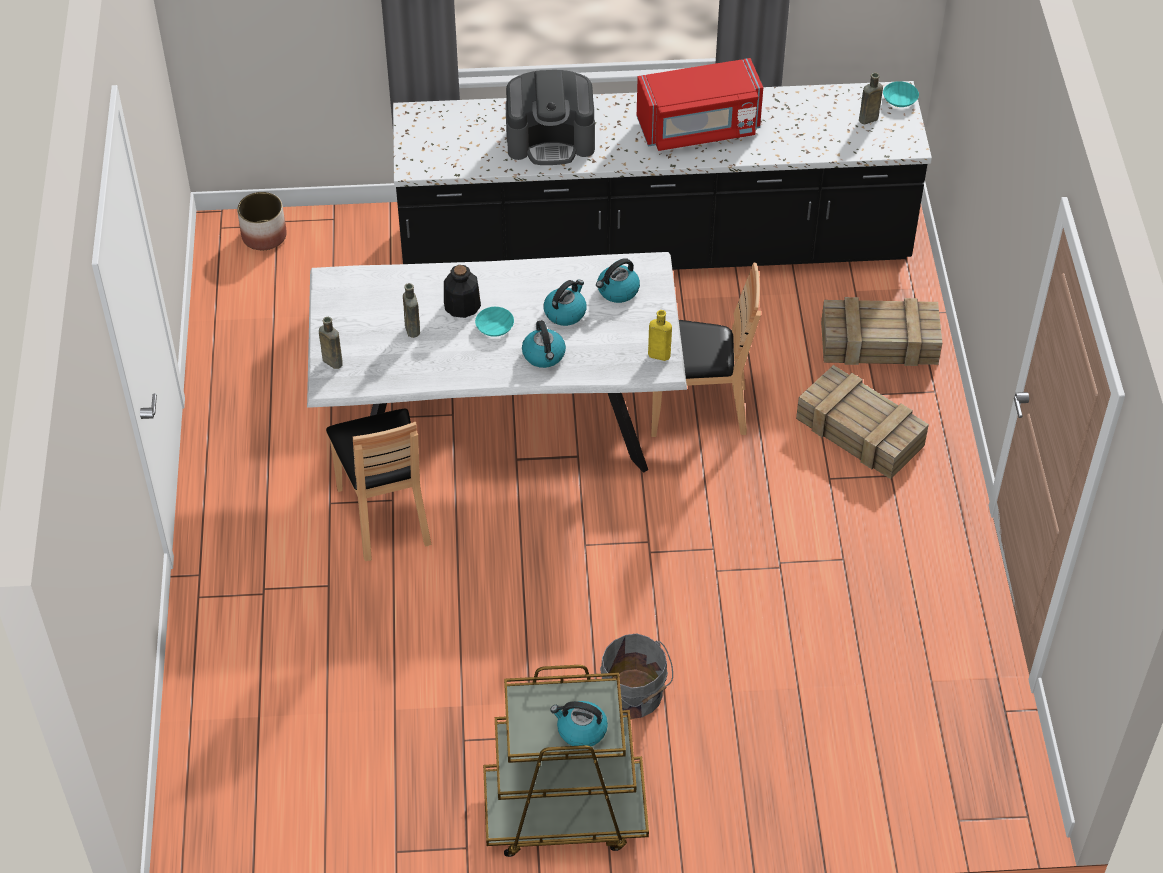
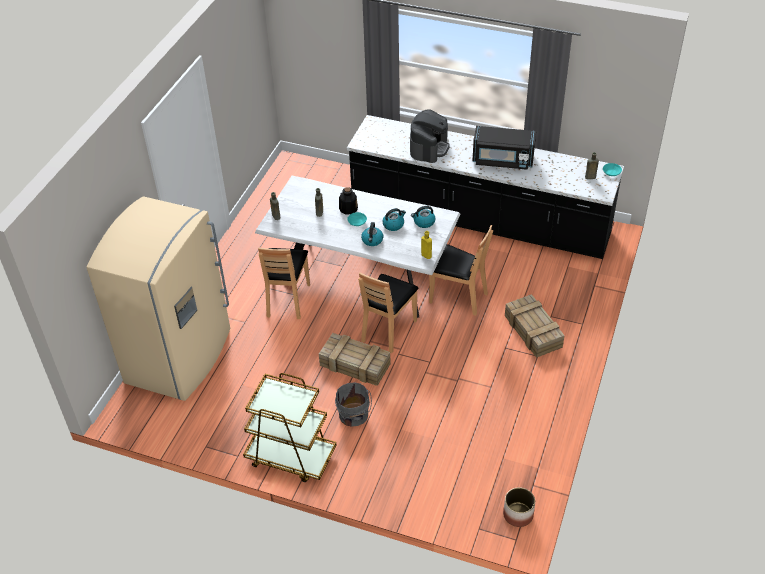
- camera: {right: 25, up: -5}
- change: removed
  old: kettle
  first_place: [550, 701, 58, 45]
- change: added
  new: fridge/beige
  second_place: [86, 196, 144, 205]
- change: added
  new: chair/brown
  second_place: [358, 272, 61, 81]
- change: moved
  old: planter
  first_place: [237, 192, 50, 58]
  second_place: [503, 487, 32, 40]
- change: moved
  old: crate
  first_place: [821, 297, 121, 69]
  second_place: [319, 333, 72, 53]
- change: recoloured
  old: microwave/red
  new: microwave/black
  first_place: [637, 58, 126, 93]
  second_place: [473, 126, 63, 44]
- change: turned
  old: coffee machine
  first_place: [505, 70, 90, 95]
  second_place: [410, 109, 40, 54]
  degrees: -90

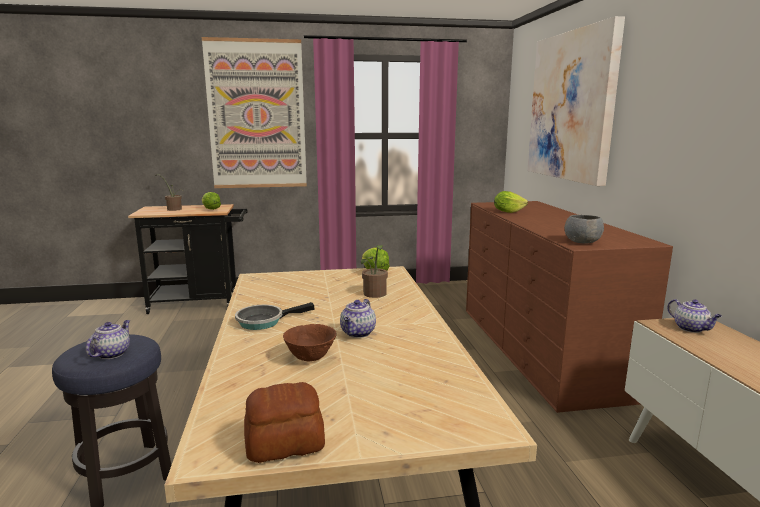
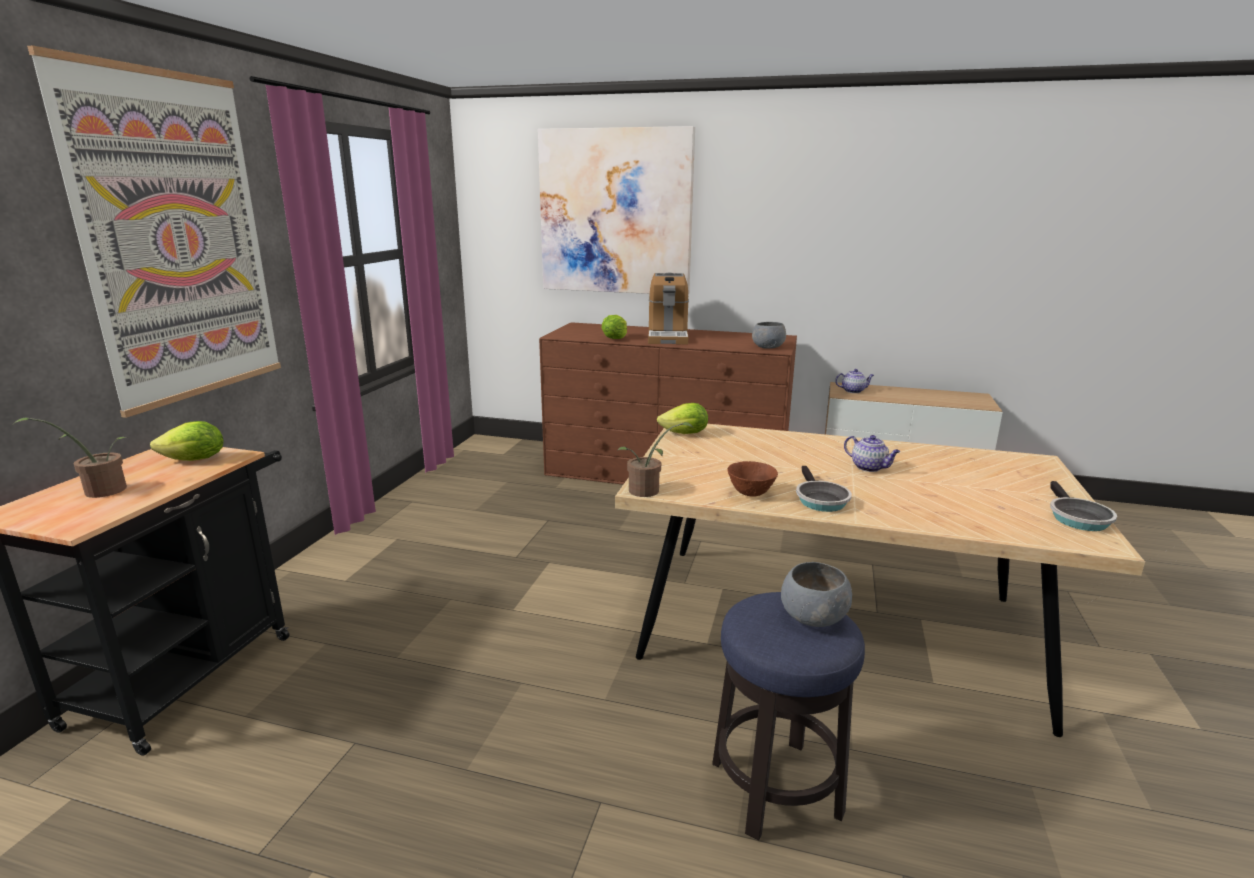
- camera: {right: -65, up: 5}
- change: added
  new: coffee machine
  second_place: [648, 272, 41, 73]
- change: moved
  old: bowl/brown
  first_place: [283, 324, 54, 37]
  second_place: [727, 461, 51, 36]
- change: moved
  old: potted plant
  first_place: [361, 245, 27, 53]
  second_place: [618, 422, 76, 75]
- change: replaced
  old: teapot
  new: bowl/grey
  first_place: [86, 320, 44, 39]
  second_place: [781, 562, 71, 65]
- change: replaced
  old: bread
  new: frying pan
  first_place: [244, 382, 81, 81]
  second_place: [1050, 481, 67, 50]

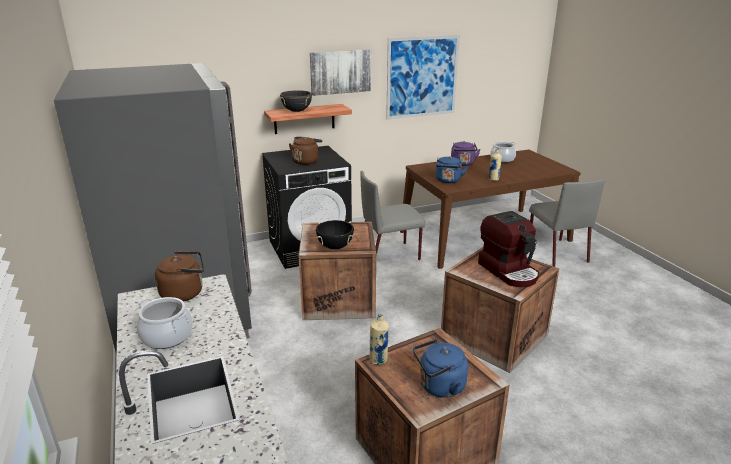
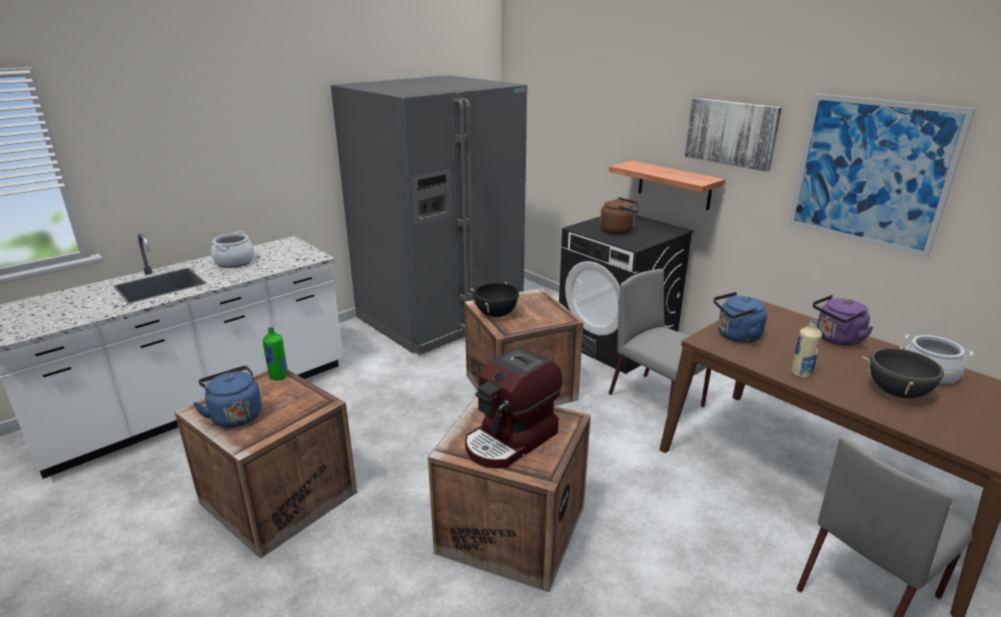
- camera: {right: 70, up: 0}
- change: removed
  old: kettle/brown
  first_place: [155, 251, 49, 51]
- change: moved
  old: cooking pot/black
  first_place: [280, 90, 32, 22]
  second_place: [862, 347, 91, 51]
- change: recoloured
  old: bottle/beige
  new: bottle/green
  first_place: [370, 314, 19, 51]
  second_place: [263, 327, 25, 53]

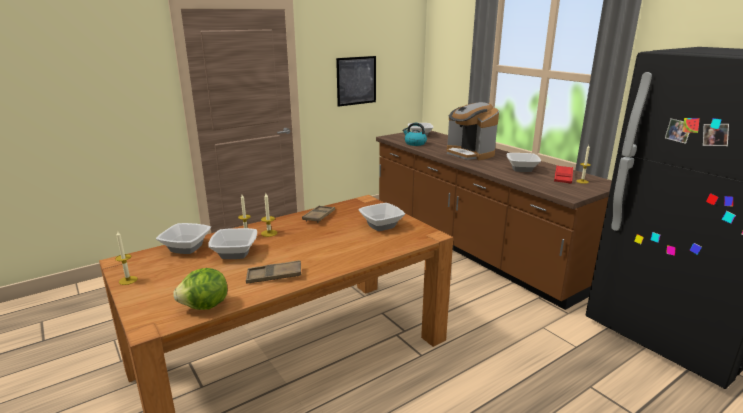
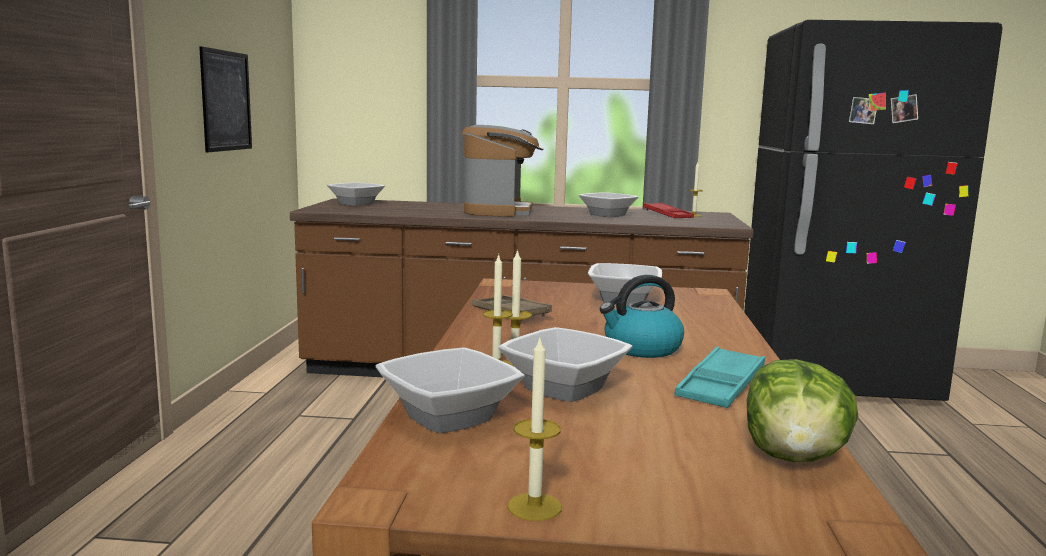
- camera: {right: -50, up: -10}
- change: moved
  old: kettle
  first_place: [402, 123, 25, 23]
  second_place: [600, 275, 84, 83]
- change: recoloured
  old: tray/brown
  new: tray/turquoise
  first_place: [246, 260, 55, 23]
  second_place: [674, 347, 91, 61]
- change: turned
  old: coffee machine
  first_place: [447, 102, 52, 58]
  second_place: [462, 125, 82, 92]
  degrees: -90

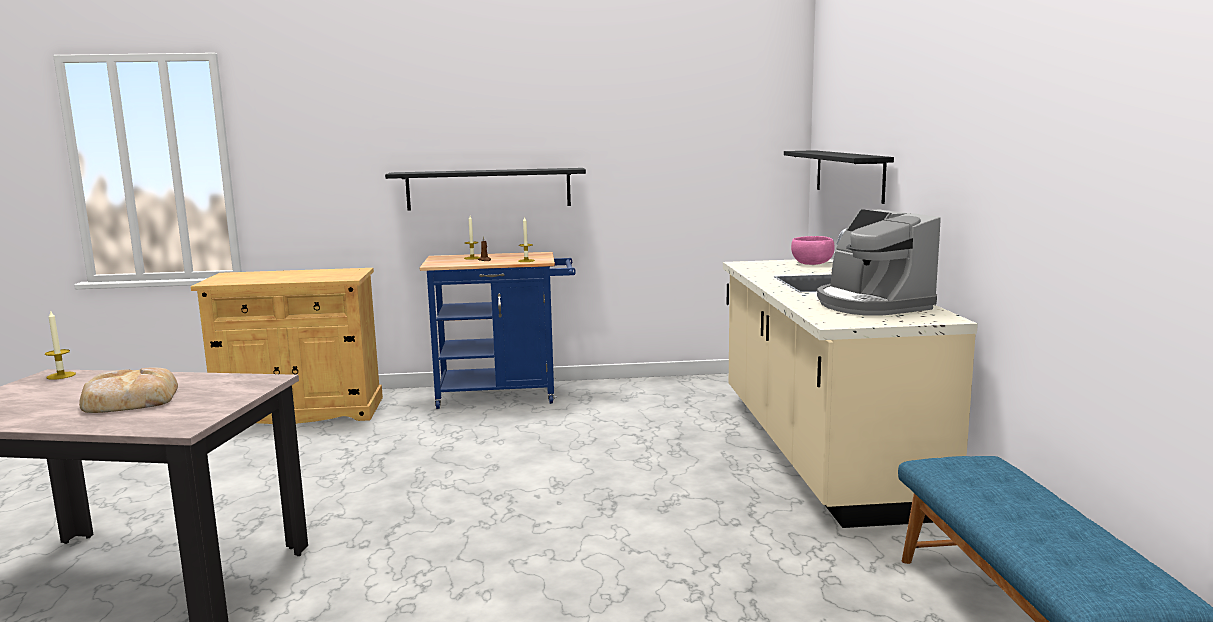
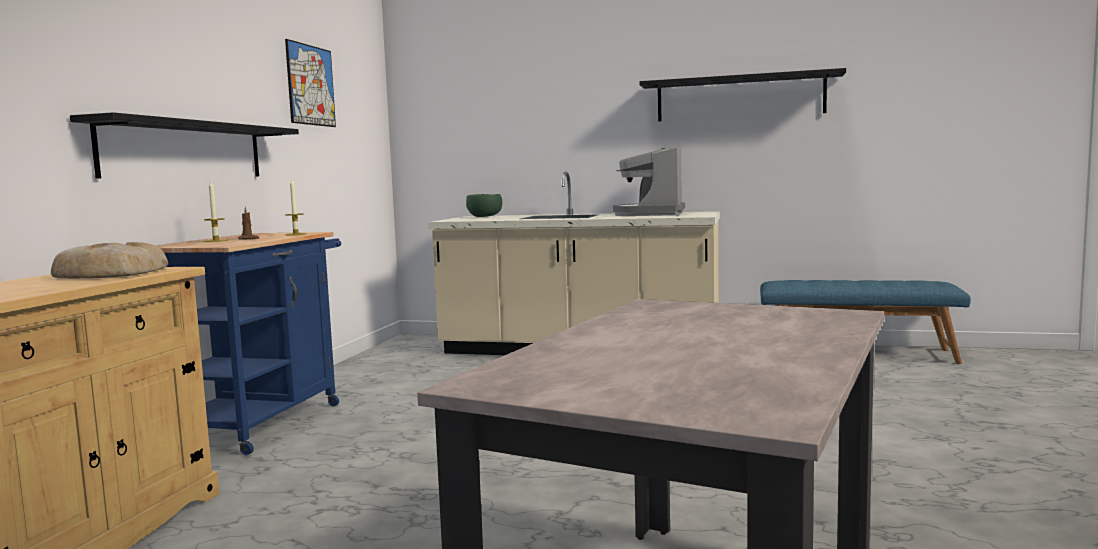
- camera: {right: -70, up: -5}
- change: removed
  old: candle
  first_place: [45, 311, 31, 69]
- change: added
  new: picture
  second_place: [285, 39, 51, 88]
- change: moved
  old: bread
  first_place: [79, 368, 99, 45]
  second_place: [51, 242, 117, 37]
- change: moved
  old: shelf/black
  first_place: [784, 150, 110, 54]
  second_place: [640, 68, 206, 53]
- change: recoloured
  old: bowl/pink
  new: bowl/green
  first_place: [791, 236, 44, 29]
  second_place: [466, 194, 36, 23]
- change: turned
  old: coffee machine
  first_place: [817, 209, 124, 107]
  second_place: [613, 147, 72, 69]
  degrees: 105

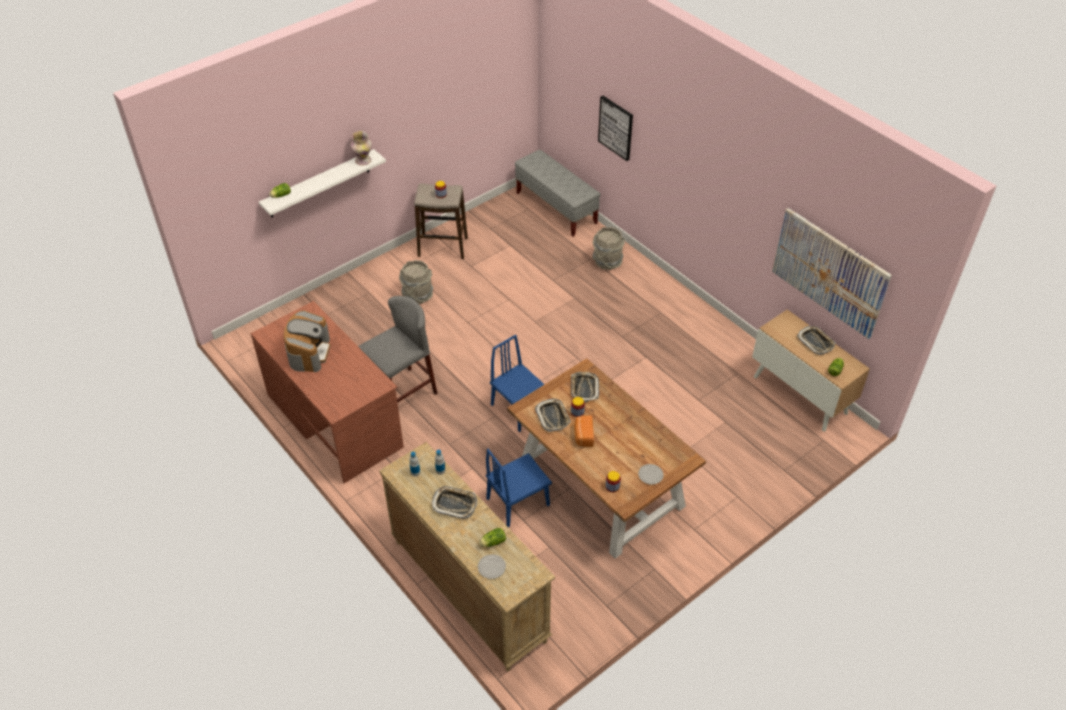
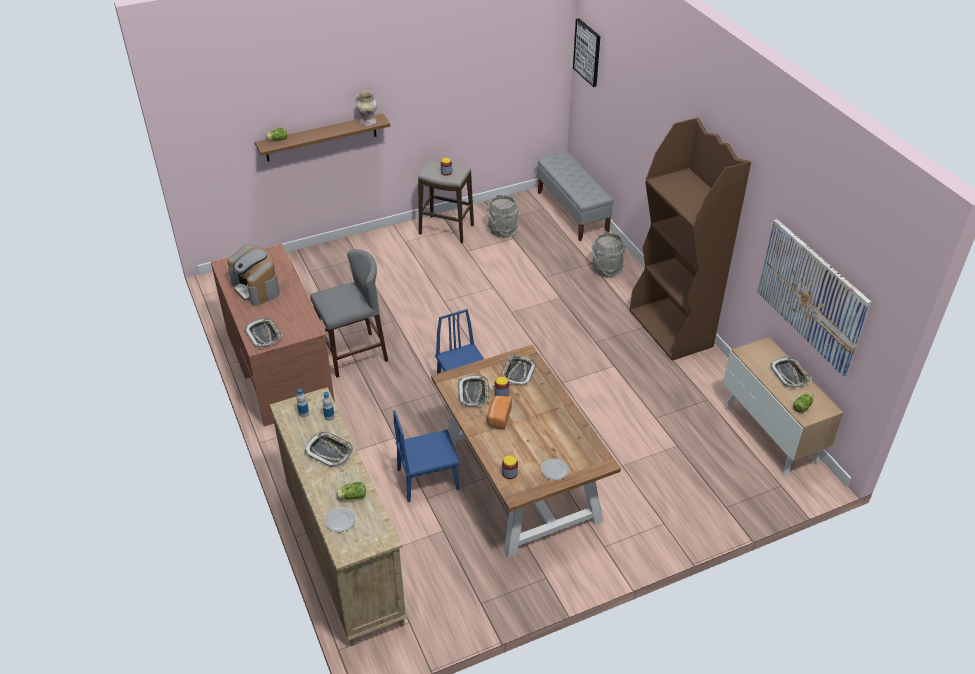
- camera: {right: 15, up: -5}
- change: added
  new: tray
  second_place: [244, 318, 39, 30]
- change: added
  new: bookcase/brown
  second_place: [630, 118, 121, 243]
- change: moved
  old: bucket/grey
  first_place: [399, 260, 34, 44]
  second_place: [487, 194, 32, 44]
- change: moved
  old: picture
  first_place: [598, 96, 35, 65]
  second_place: [573, 18, 27, 69]
- change: recoloured
  old: shelf/white
  new: shelf/brown
  first_place: [259, 149, 127, 69]
  second_place: [255, 114, 135, 47]
- change: turned
  old: coffee machine
  first_place: [284, 310, 46, 62]
  second_place: [227, 245, 53, 61]
  degrees: 120

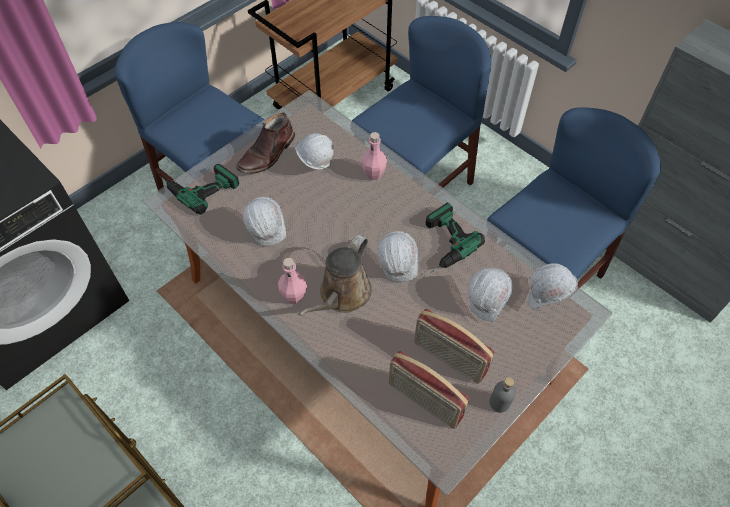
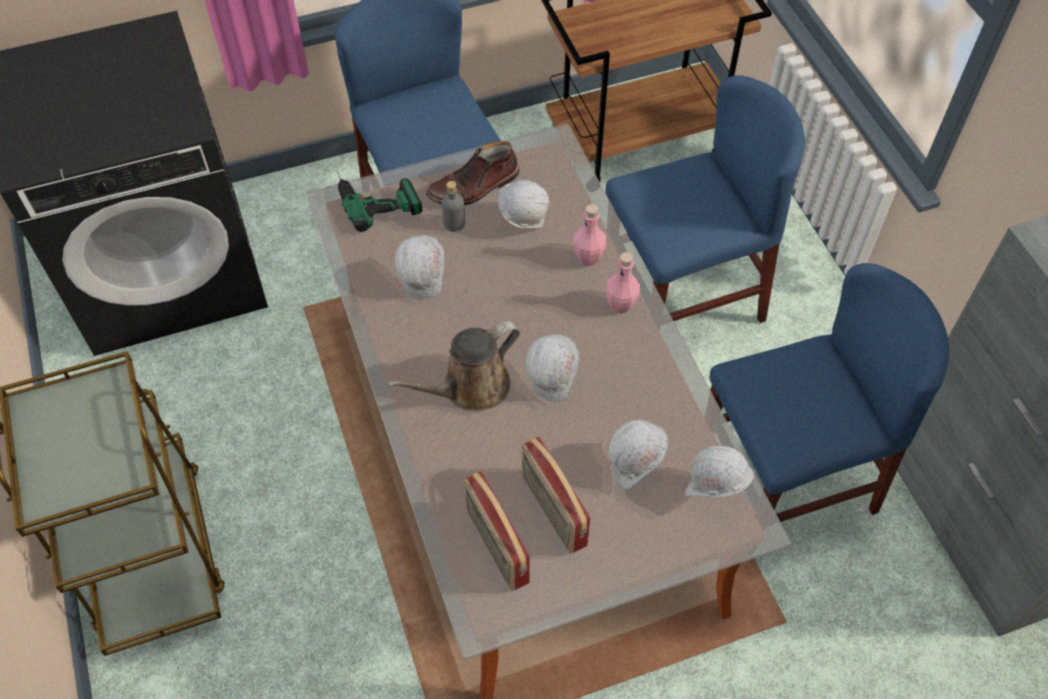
- camera: {right: 25, up: 0}
- change: removed
  old: power drill
  first_place: [426, 203, 59, 70]
- change: moved
  old: bottle/pink
  first_place: [278, 258, 29, 46]
  second_place: [605, 252, 35, 61]
- change: moved
  old: bottle/grey
  first_place: [490, 377, 26, 36]
  second_place: [442, 181, 23, 51]

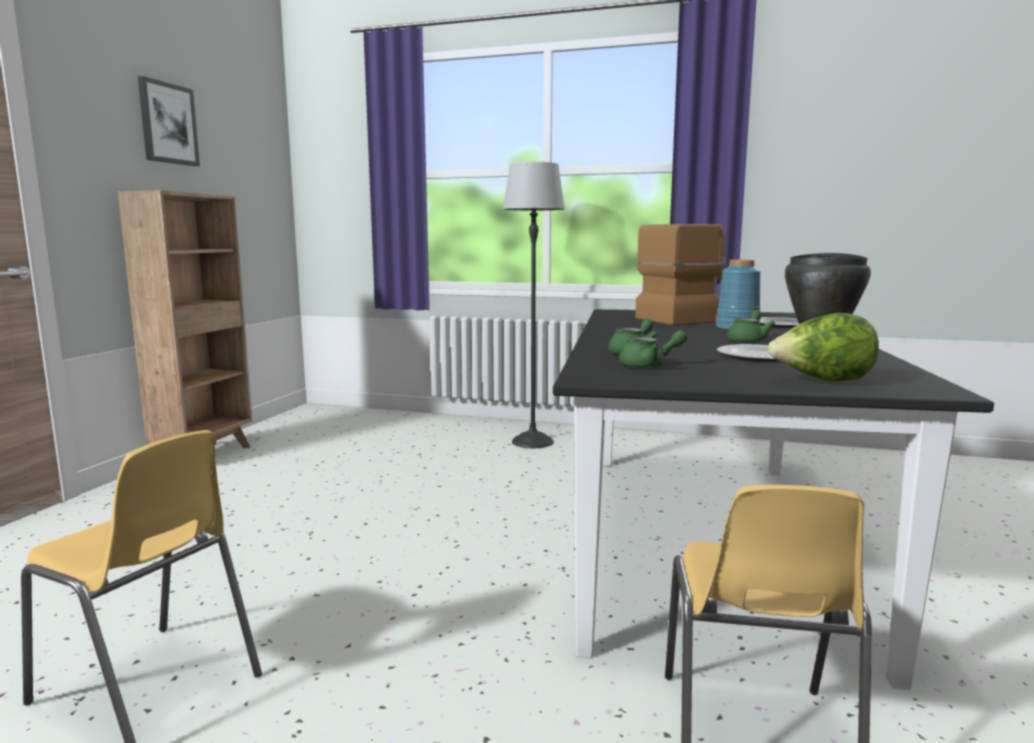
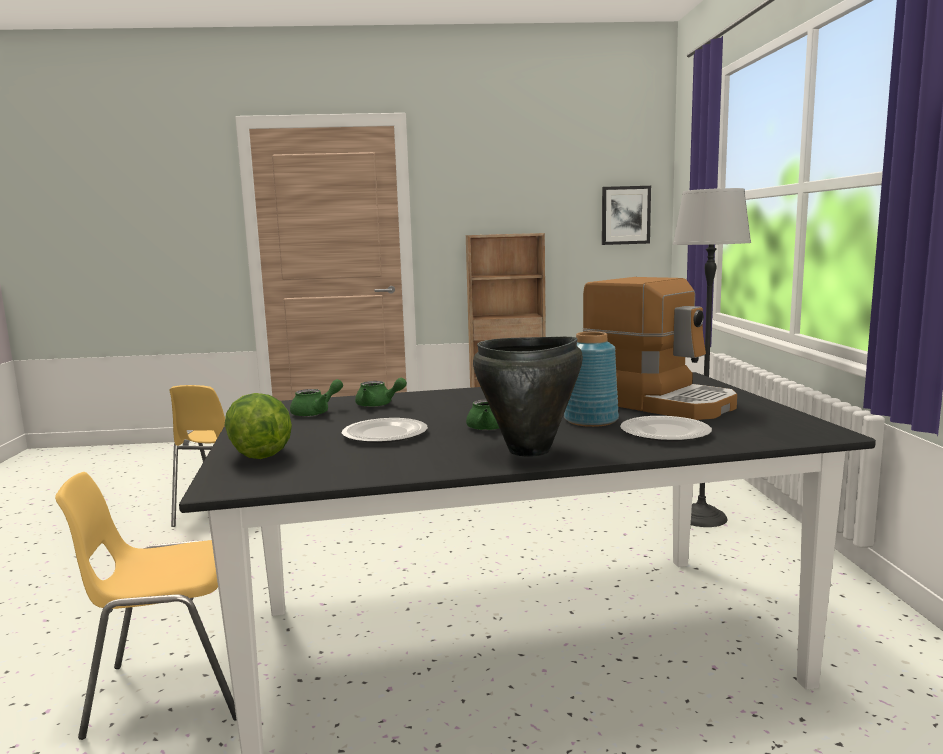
- camera: {right: 70, up: 0}
- change: moved
  old: picture
  first_place: [138, 76, 62, 90]
  second_place: [602, 186, 49, 59]
- change: turned
  old: teapot/green
  first_place: [619, 330, 69, 38]
  second_place: [290, 379, 53, 38]
  degrees: -105

